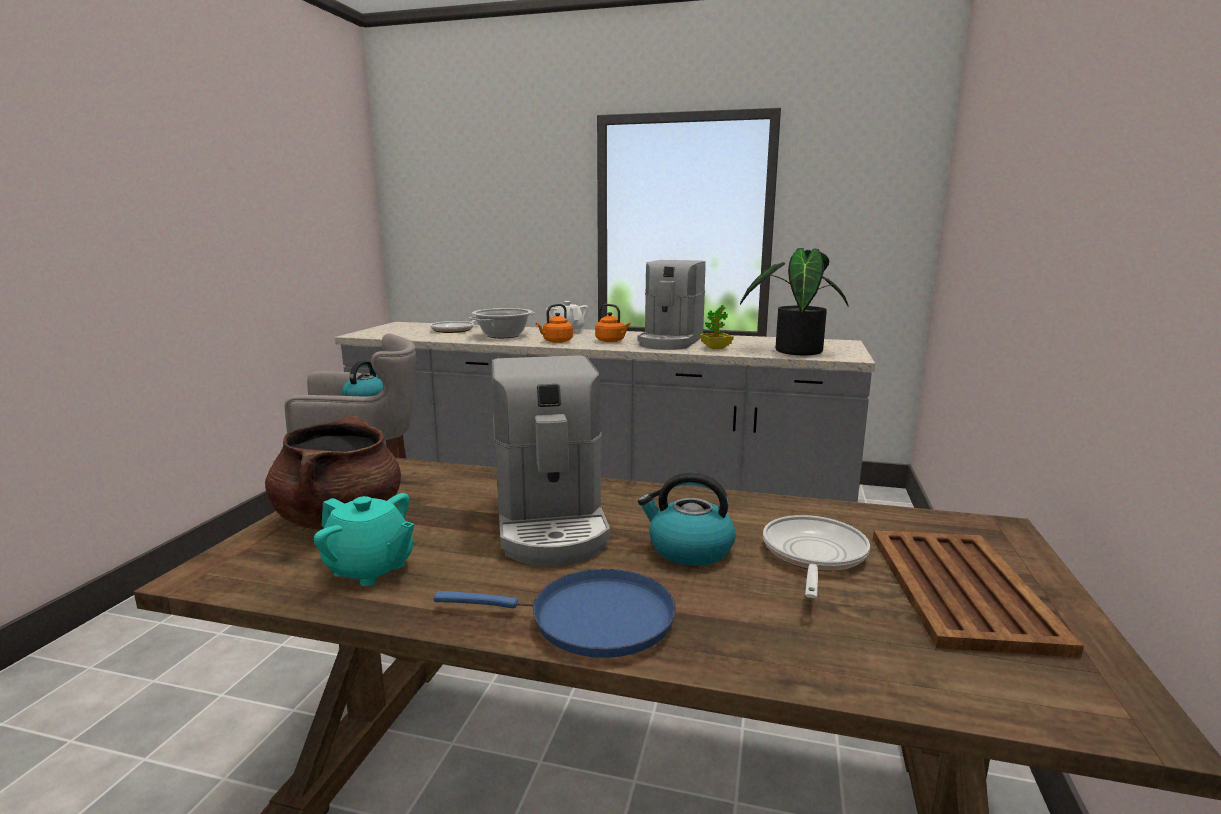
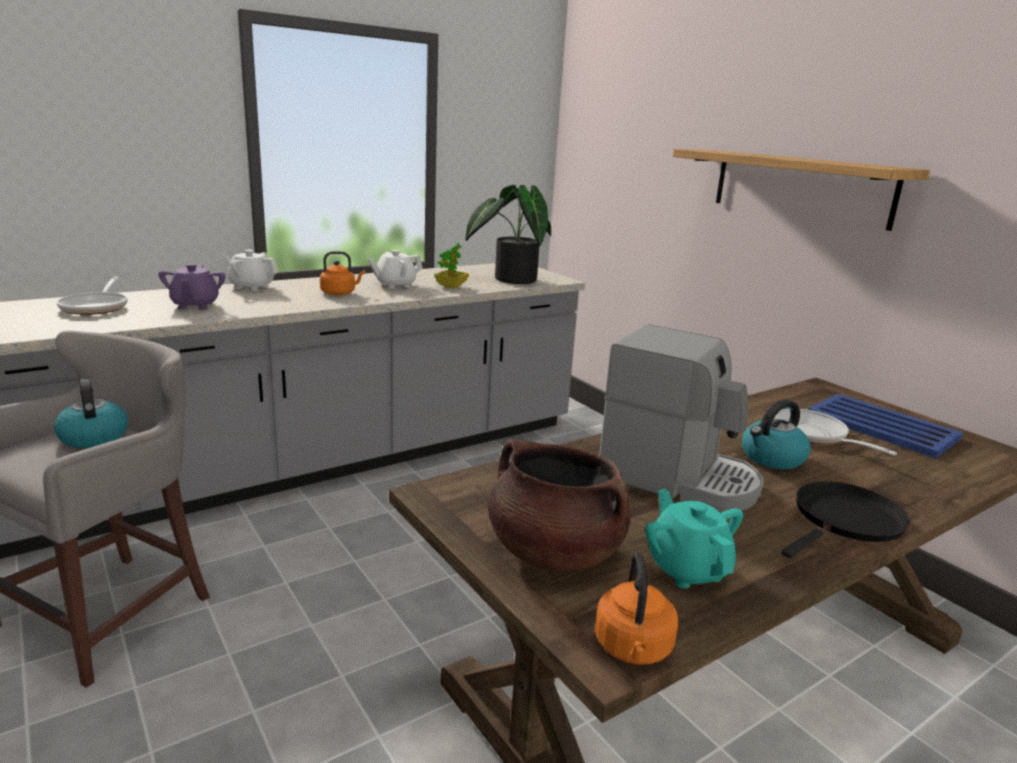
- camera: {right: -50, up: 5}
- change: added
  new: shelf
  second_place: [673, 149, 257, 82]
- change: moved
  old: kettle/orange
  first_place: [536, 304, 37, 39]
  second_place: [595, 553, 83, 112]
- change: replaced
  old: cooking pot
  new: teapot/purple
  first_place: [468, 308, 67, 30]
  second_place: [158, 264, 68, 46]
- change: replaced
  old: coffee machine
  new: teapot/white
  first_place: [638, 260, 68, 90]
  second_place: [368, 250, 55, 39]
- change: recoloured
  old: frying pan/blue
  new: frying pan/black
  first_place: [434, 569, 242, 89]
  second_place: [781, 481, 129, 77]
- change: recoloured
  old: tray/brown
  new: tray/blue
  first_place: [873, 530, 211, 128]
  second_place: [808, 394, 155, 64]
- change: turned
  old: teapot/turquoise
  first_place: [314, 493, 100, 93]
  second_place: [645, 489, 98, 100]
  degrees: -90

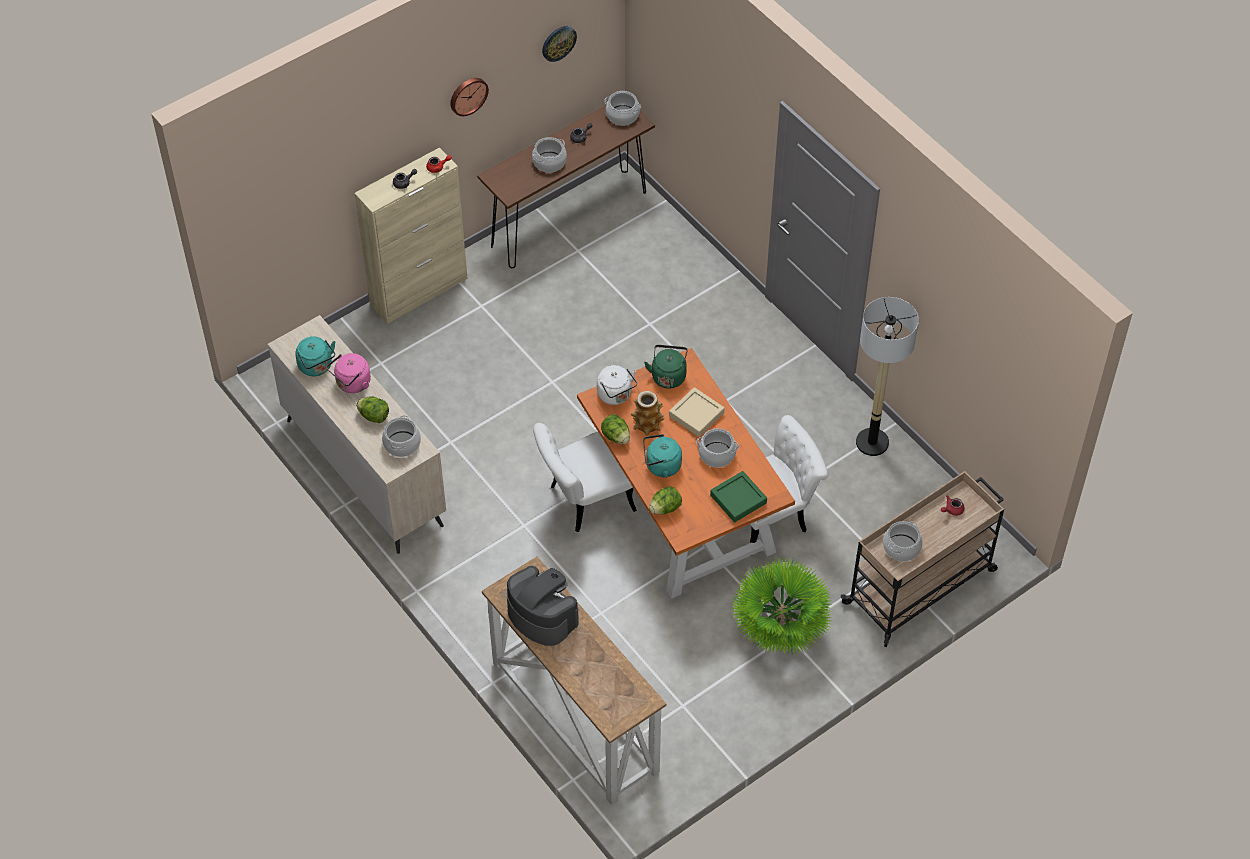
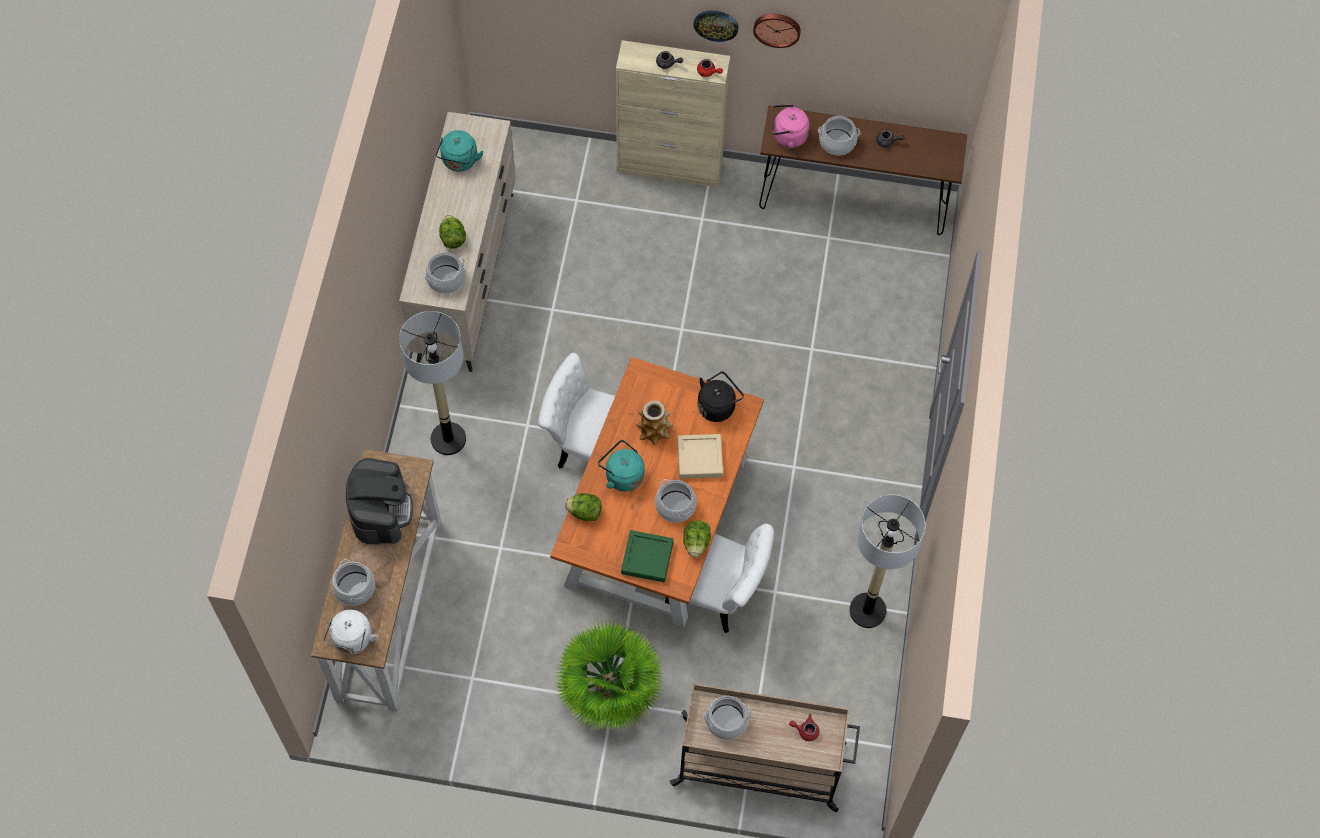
- camera: {right: 45, up: 10}
- change: added
  new: floor lamp
  second_place: [399, 311, 67, 144]
- change: moved
  old: kettle/pink
  first_place: [327, 353, 44, 40]
  second_place: [772, 104, 38, 44]
- change: moved
  old: wall clock
  first_place: [542, 26, 35, 36]
  second_place: [693, 11, 45, 31]
- change: moved
  old: kettle/white
  first_place: [597, 365, 40, 40]
  second_place: [323, 610, 55, 44]
- change: moved
  old: lettuce
  first_place: [601, 414, 29, 30]
  second_place: [683, 520, 28, 38]
- change: moved
  old: cooking pot
  first_place: [604, 91, 37, 35]
  second_place: [331, 559, 44, 47]
- change: recoloured
  old: kettle/green
  new: kettle/black
  first_place: [644, 345, 44, 43]
  second_place: [698, 371, 46, 51]

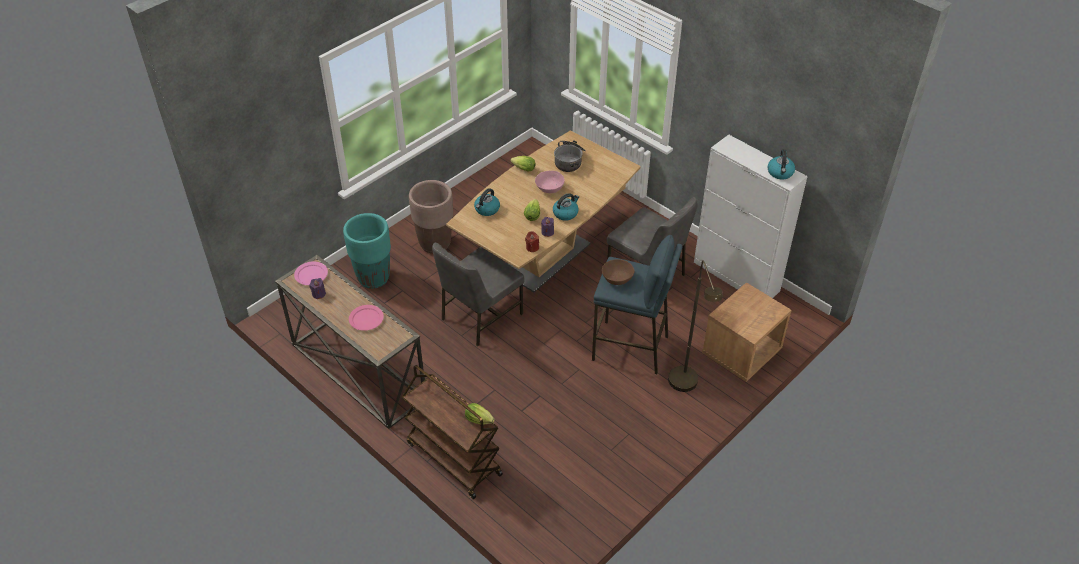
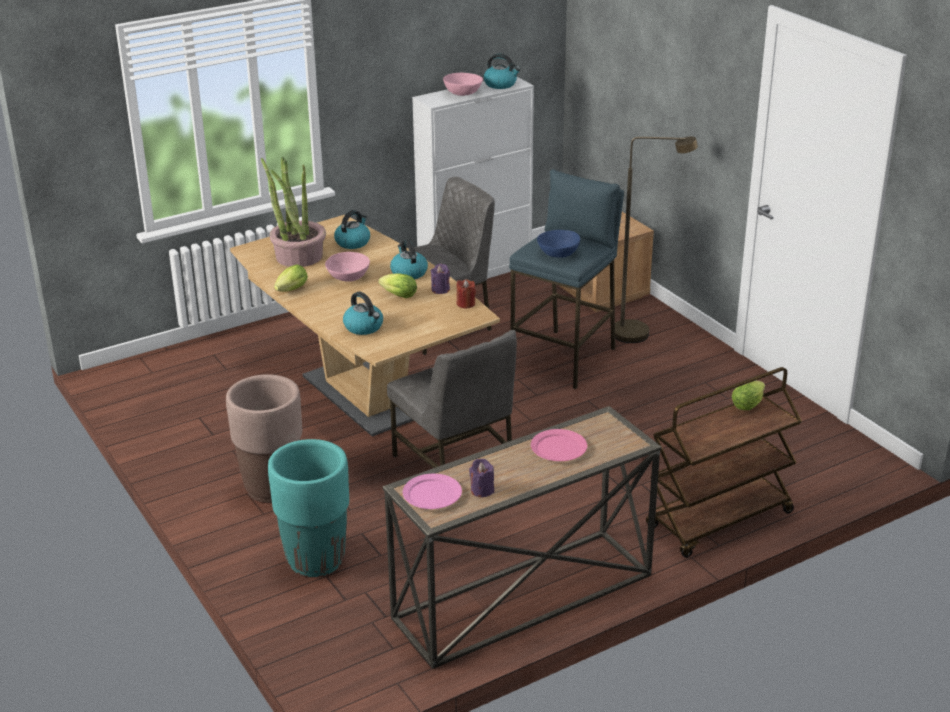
- camera: {right: -75, up: -15}
- change: added
  new: kettle
  second_place: [334, 210, 36, 39]
- change: added
  new: bowl/pink
  second_place: [443, 73, 40, 23]
- change: replaced
  old: cooking pot
  new: potted plant
  first_place: [554, 140, 31, 32]
  second_place: [261, 157, 65, 110]
- change: recoloured
  old: bowl/brown
  new: bowl/blue
  first_place: [602, 259, 33, 26]
  second_place: [537, 230, 43, 28]

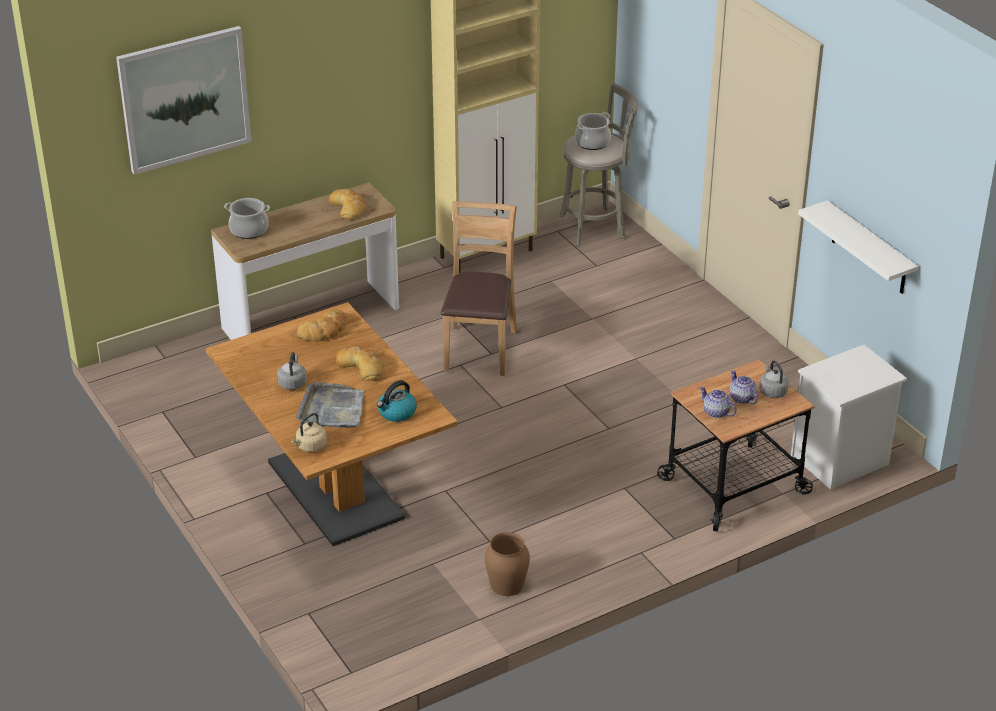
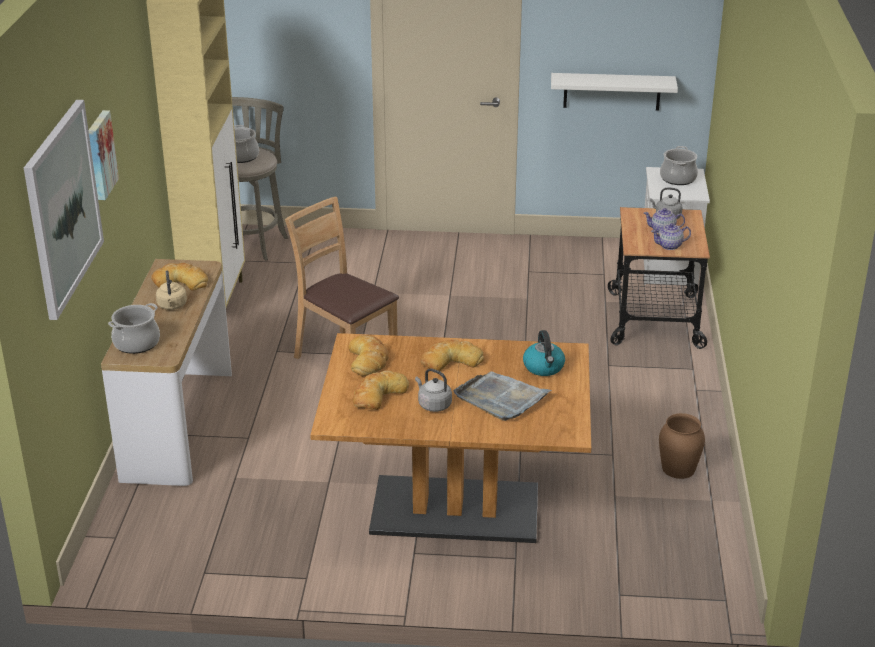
- camera: {right: -55, up: -5}
- change: added
  new: picture
  second_place: [88, 110, 31, 90]
- change: added
  new: bread
  second_place: [353, 371, 56, 39]
- change: added
  new: cooking pot
  second_place: [660, 146, 38, 39]
- change: moved
  old: kettle/beige
  first_place: [290, 413, 37, 39]
  second_place: [156, 271, 31, 39]

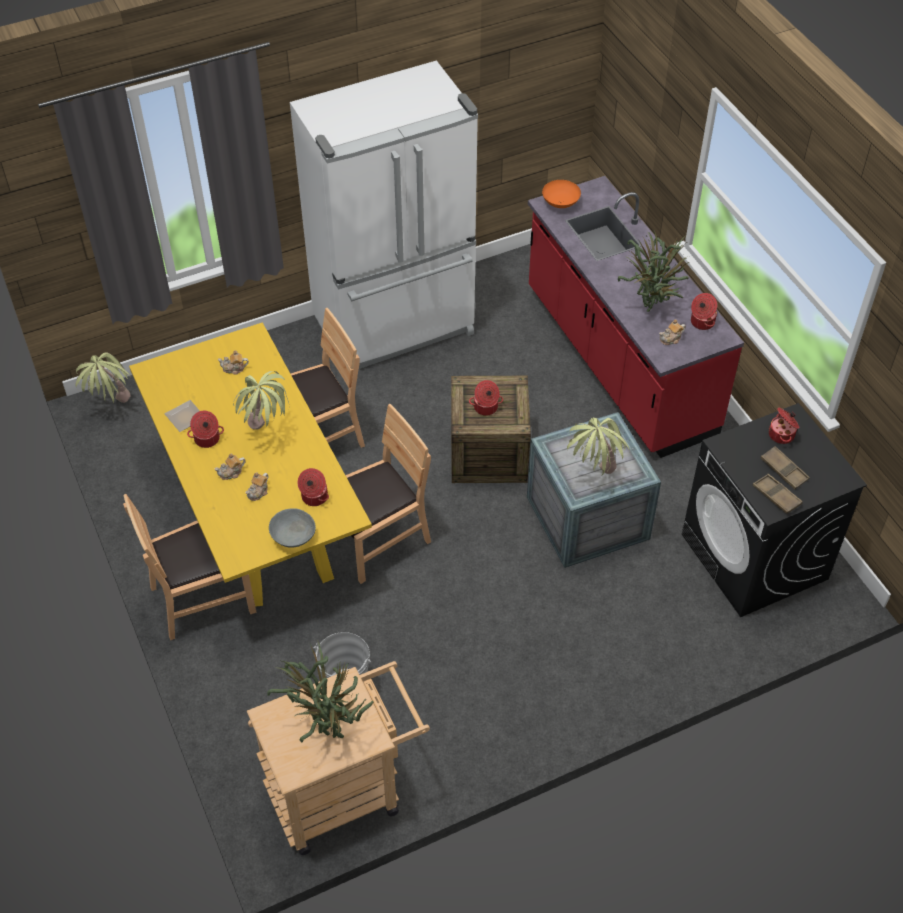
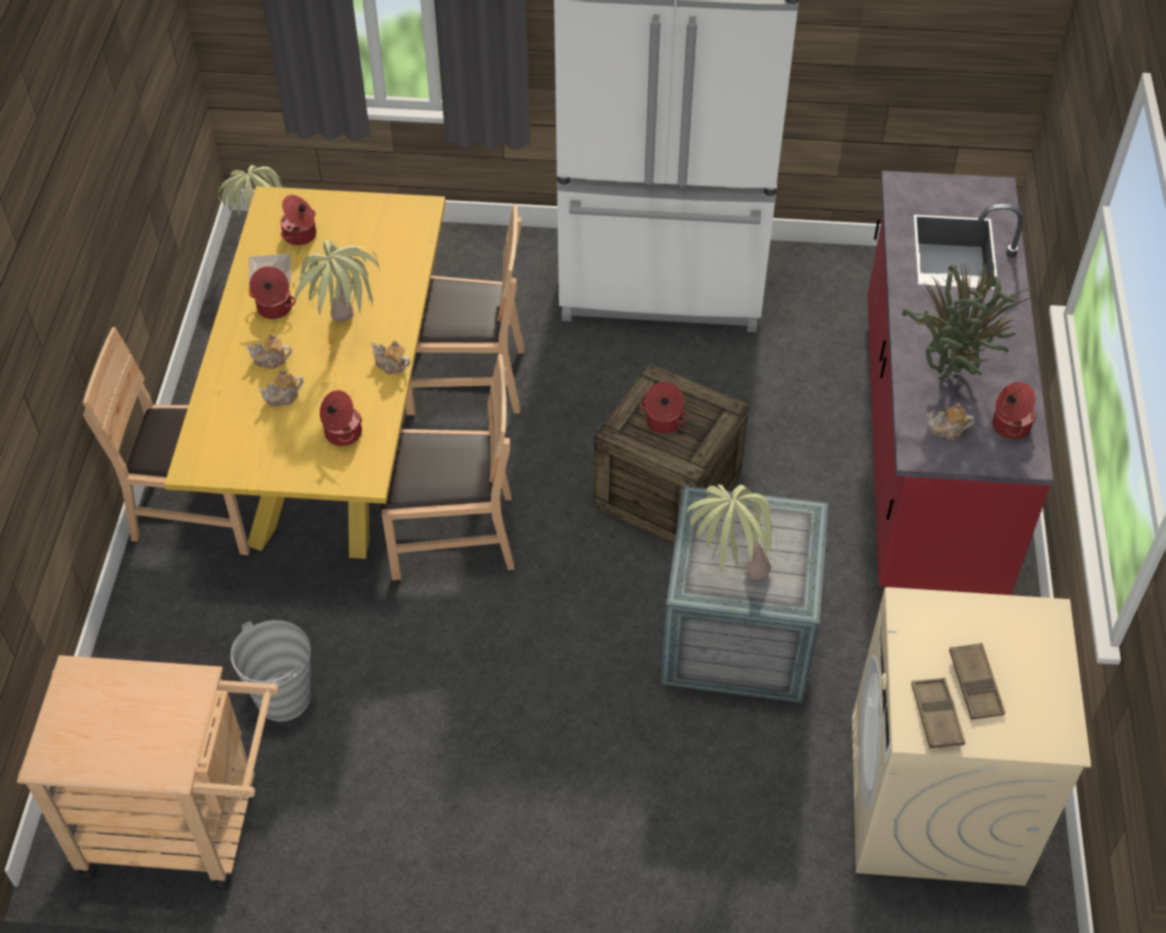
- camera: {right: 30, up: 0}
- change: removed
  old: potted plant
  first_place: [267, 640, 107, 102]
- change: removed
  old: bowl/grey
  first_place: [269, 508, 47, 40]
- change: removed
  old: bowl/orange
  first_place: [542, 180, 39, 28]
- change: moved
  old: teapot
  first_place: [218, 350, 31, 25]
  second_place: [371, 340, 40, 35]
- change: moved
  old: cooking pot
  first_place: [769, 408, 30, 36]
  second_place: [280, 195, 36, 50]
- change: recoloured
  old: washing machine/black
  new: washing machine/beige
  first_place: [682, 403, 185, 214]
  second_place: [852, 587, 239, 299]

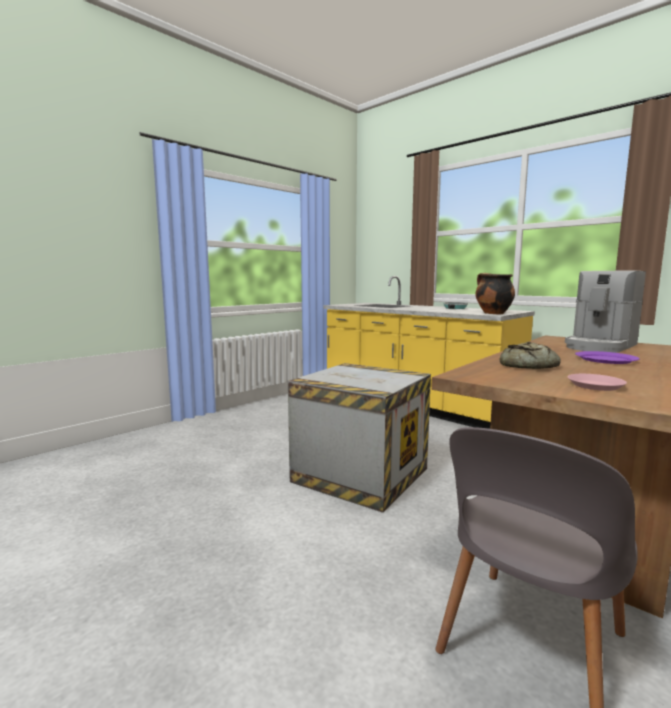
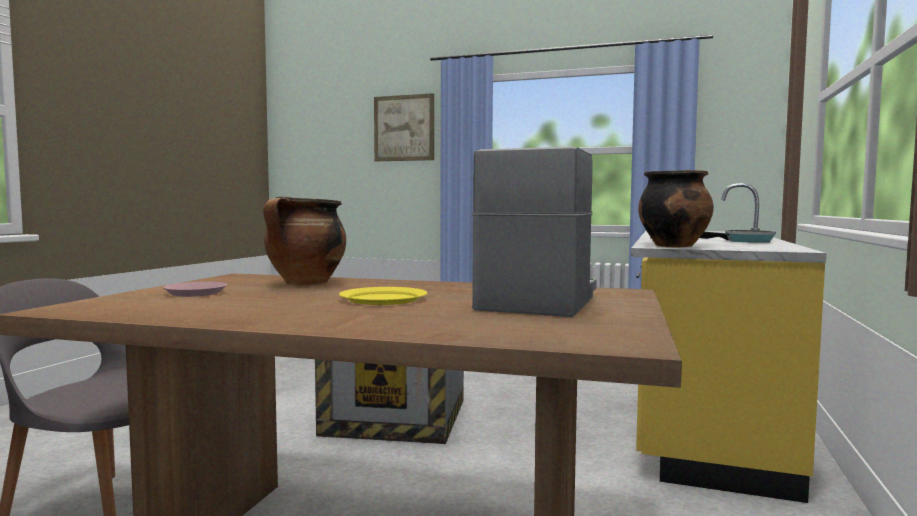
- camera: {right: 65, up: -5}
- change: added
  new: picture
  second_place: [374, 93, 60, 68]
- change: replaced
  old: bread
  new: cooking pot
  first_place: [499, 342, 62, 27]
  second_place: [263, 196, 83, 90]
- change: recoloured
  old: plate/purple
  new: plate/yellow
  first_place: [575, 351, 64, 13]
  second_place: [339, 287, 89, 18]
- change: turned
  old: coffee machine
  first_place: [565, 270, 81, 83]
  second_place: [472, 147, 125, 170]
  degrees: 90

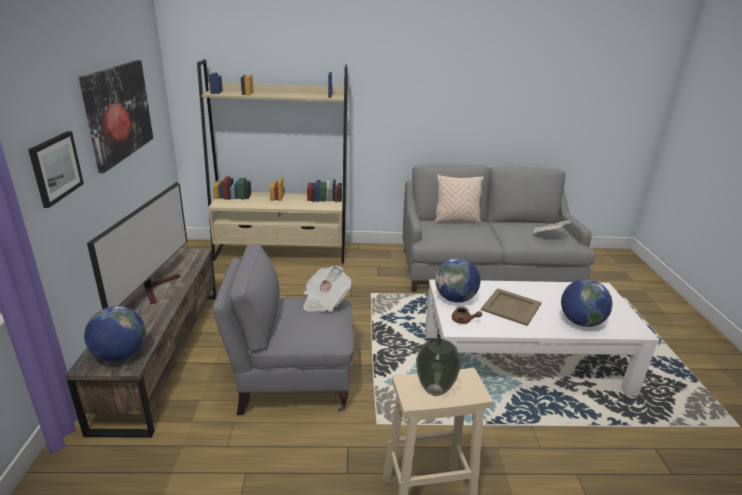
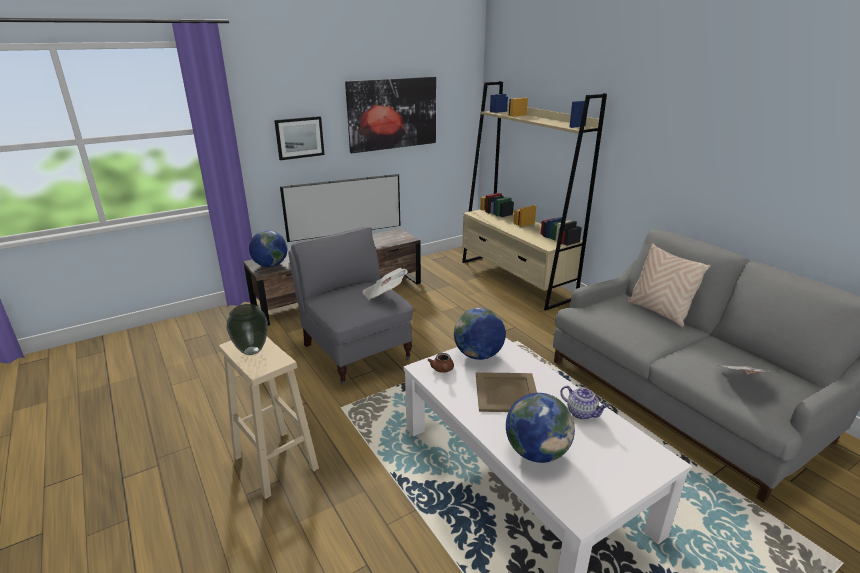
- camera: {right: 60, up: 0}
- change: added
  new: teapot
  second_place: [560, 386, 49, 34]

